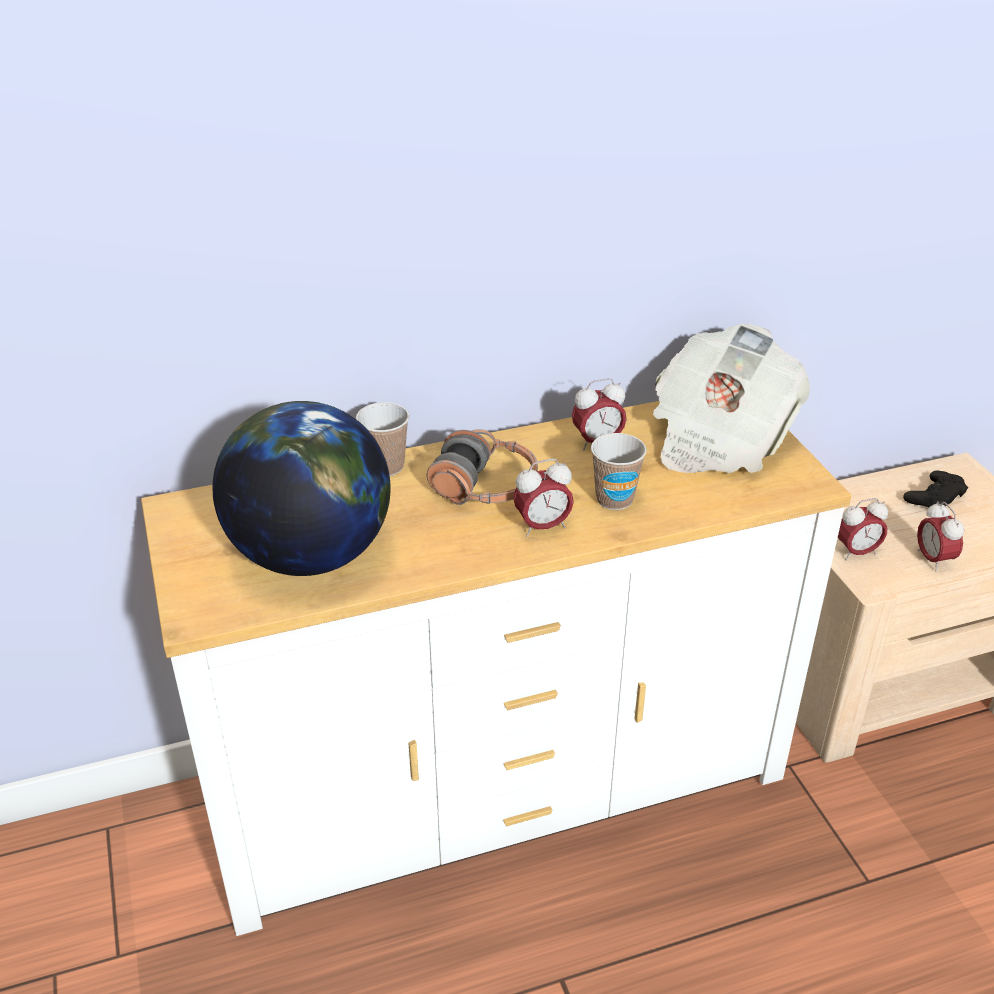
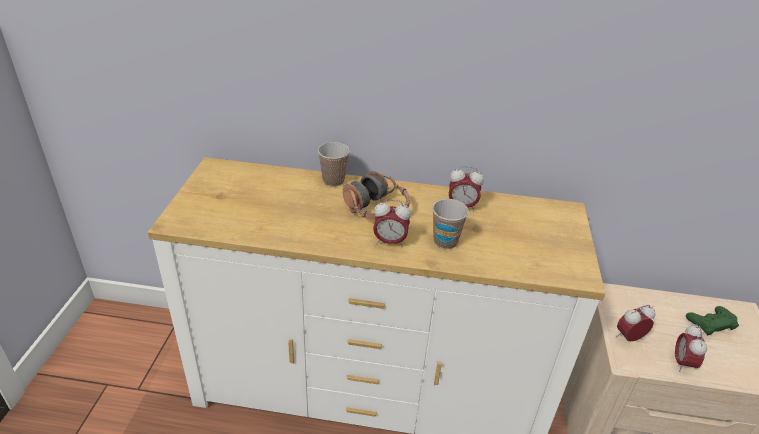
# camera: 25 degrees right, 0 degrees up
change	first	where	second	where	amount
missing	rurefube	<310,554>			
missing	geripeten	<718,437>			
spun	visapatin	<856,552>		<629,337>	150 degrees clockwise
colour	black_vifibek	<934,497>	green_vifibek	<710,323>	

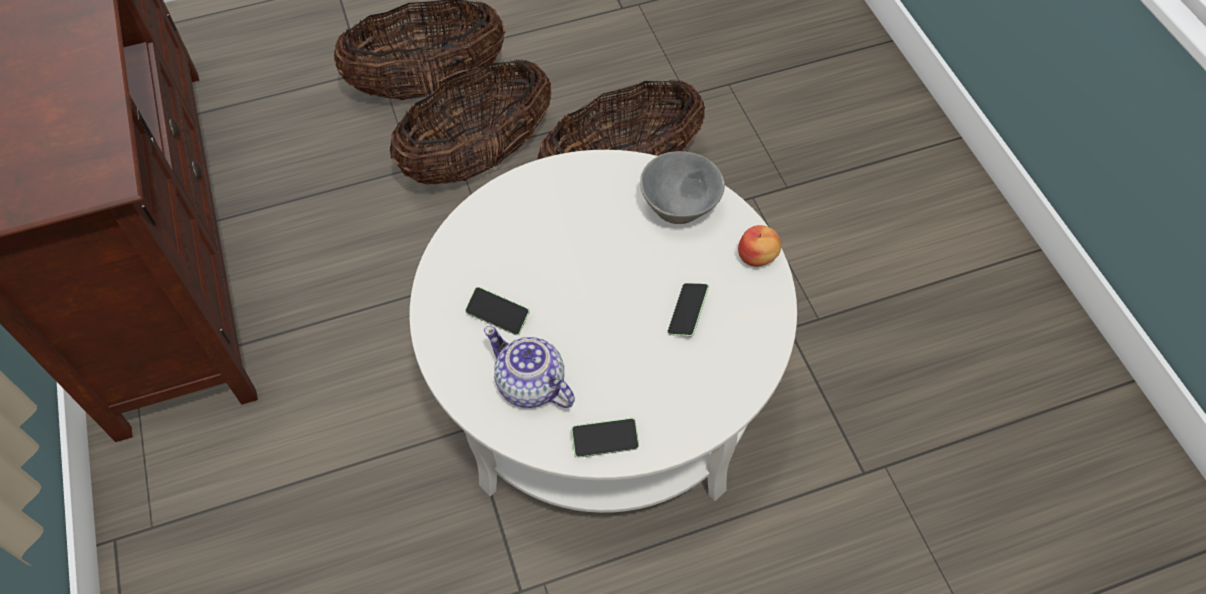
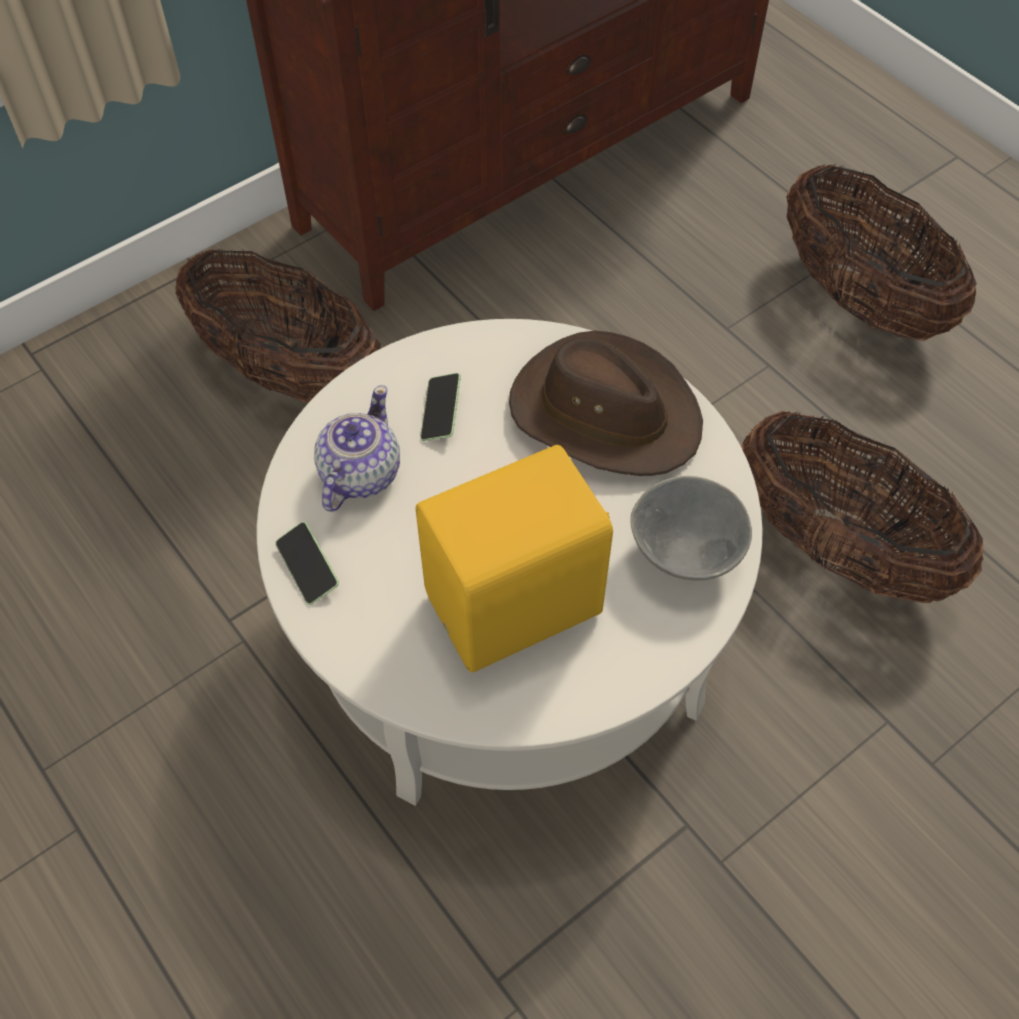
# camera: 70 degrees right, 0 degrees up
change	first	where	second	where	amount
relocated	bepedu	<479,158>		<289,373>	
exchanged	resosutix	<687,314>	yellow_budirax	<518,607>	
missing	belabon	<757,257>			
appeared			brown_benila	<604,412>	

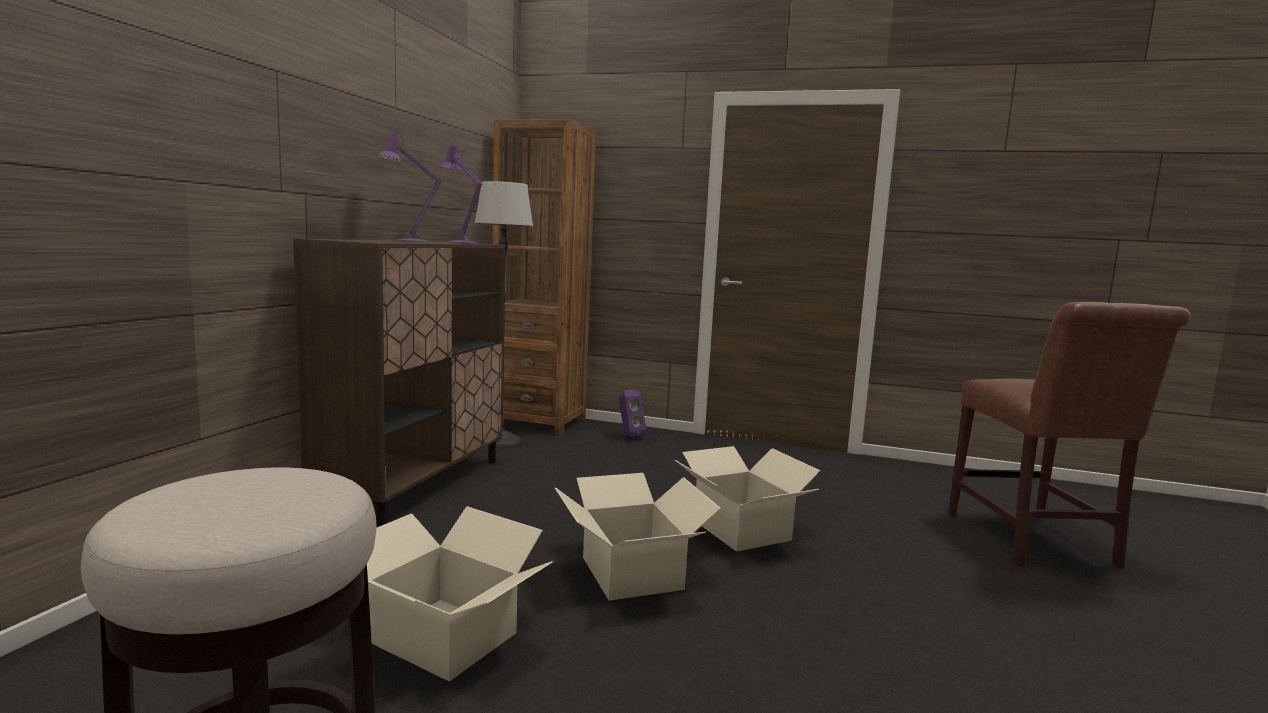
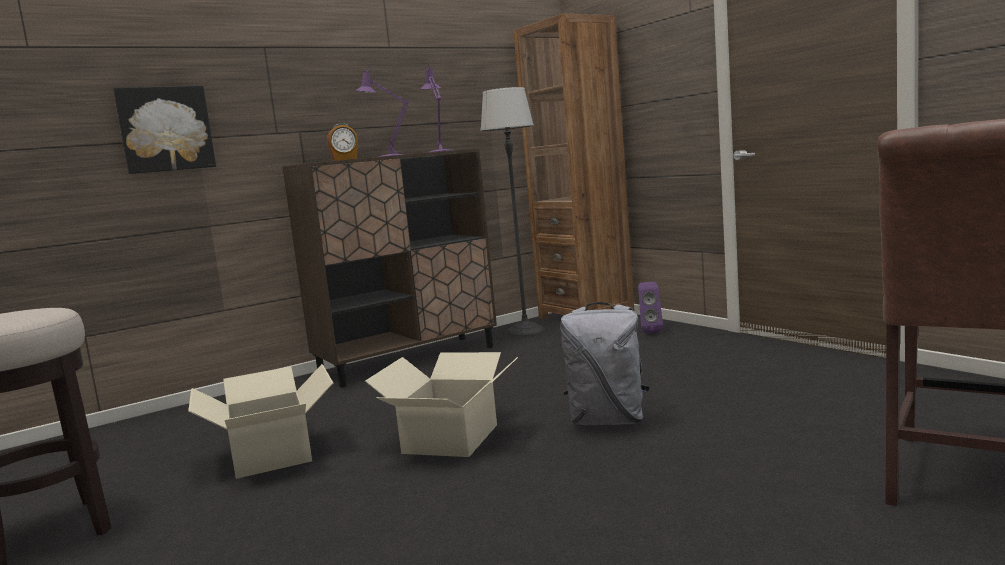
# camera: 40 degrees right, 0 degrees up
change	first	where	second	where	amount
exchanged	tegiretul	<742,530>	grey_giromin	<608,421>	
appeared			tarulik	<165,129>	
appeared			visapatin	<344,159>	

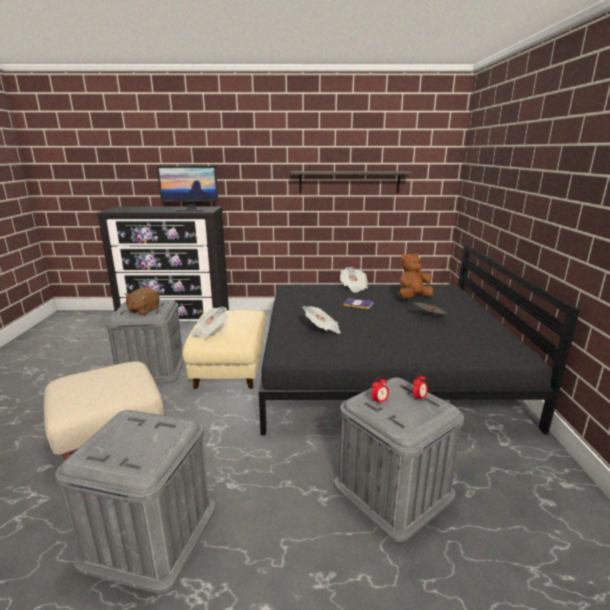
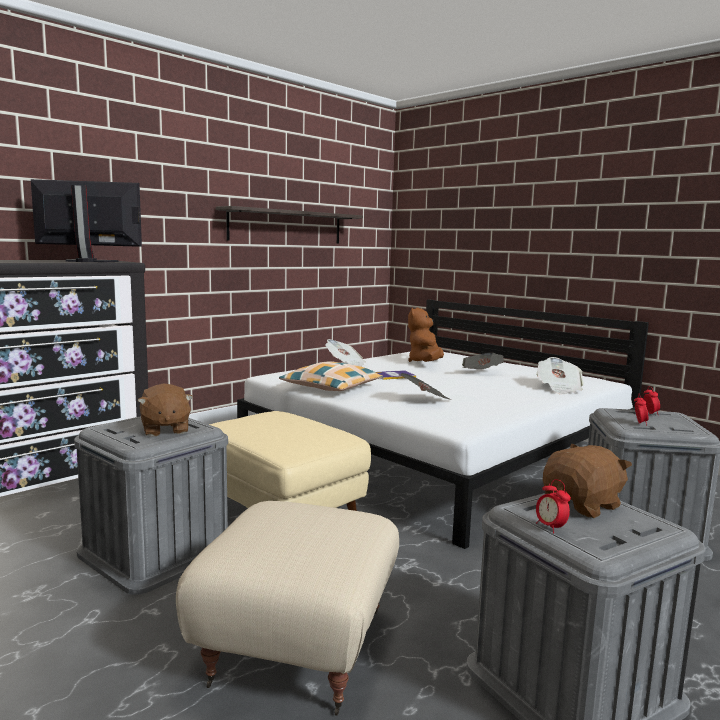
# camera: 45 degrees left, 10 degrees down
change	first	where	second	where	amount
spun	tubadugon	<191,210>		<88,261>	135 degrees counterclockwise
relocated	geripeten	<209,332>		<559,388>	
colour	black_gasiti	<381,367>	white_gasiti	<438,452>	
appeared			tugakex	<331,387>	
appeared			visapatin	<550,527>	
appeared			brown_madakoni	<583,505>	

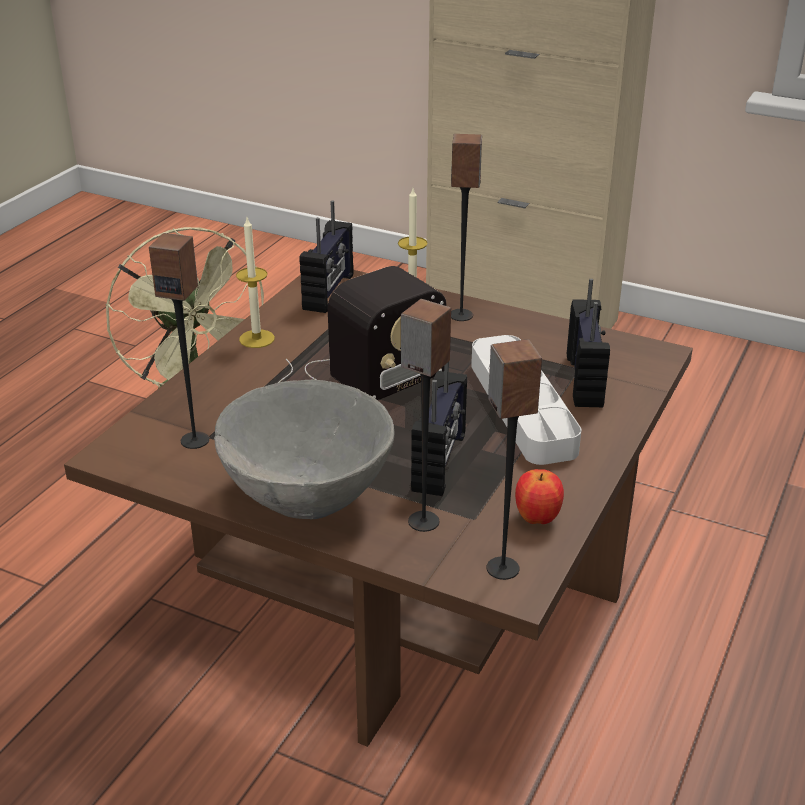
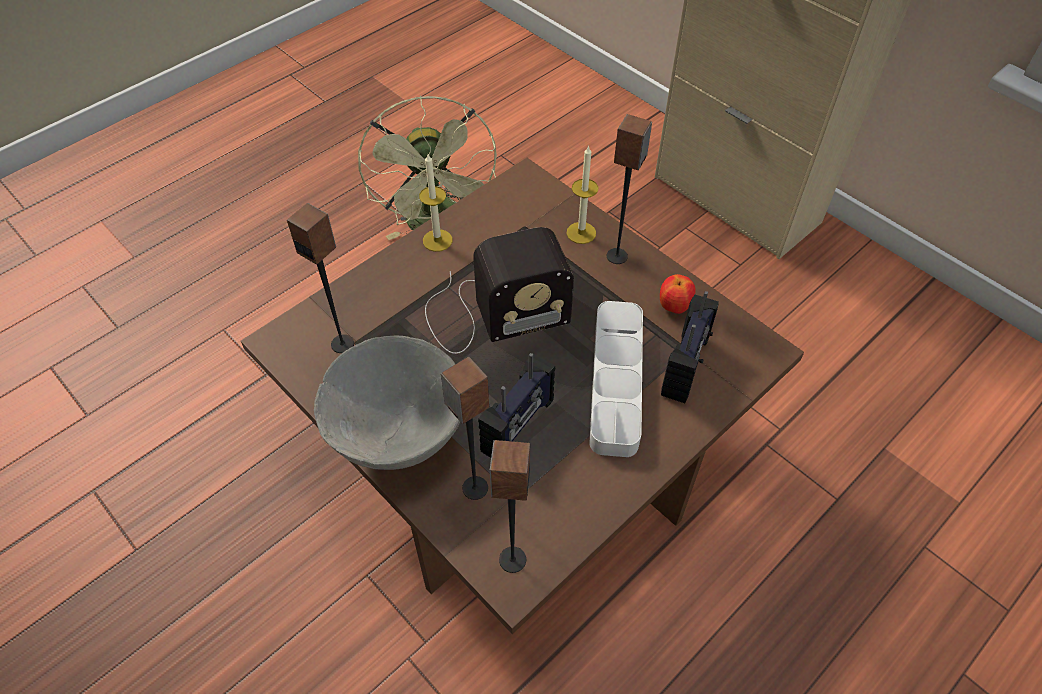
# camera: 20 degrees right, 20 degrees up
change	first	where	second	where	amount
missing	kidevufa	<329,292>			
relocated	belabon	<537,518>		<674,307>	

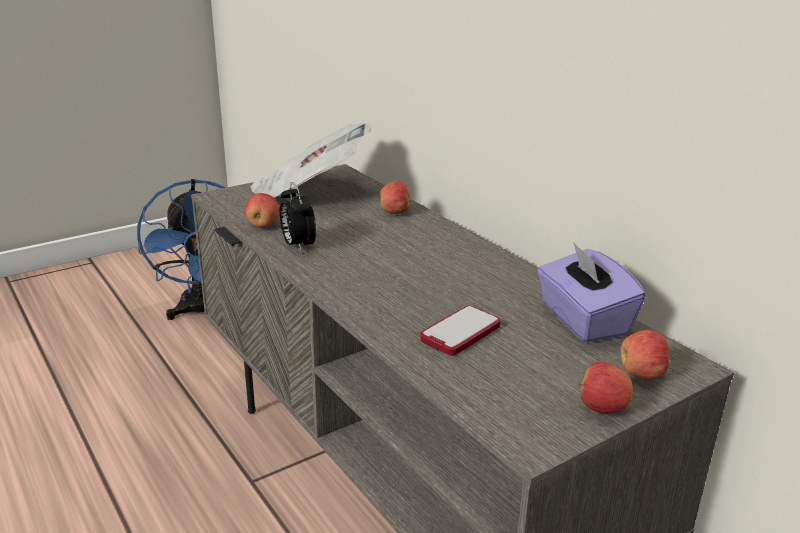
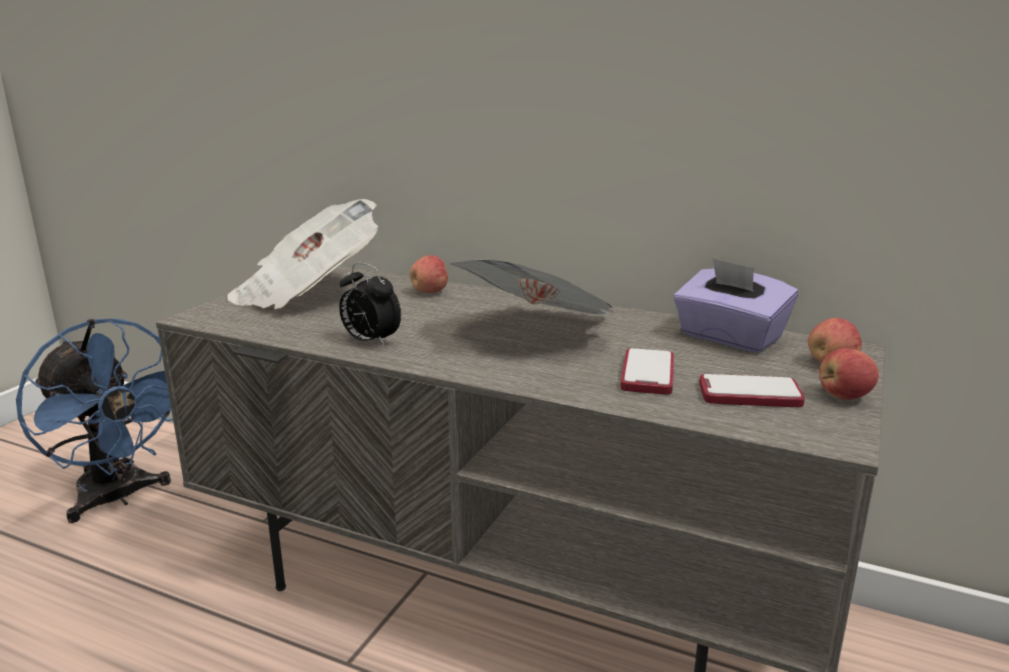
# camera: 30 degrees left, 5 degrees down
change	first	where	second	where	amount
missing	belabon	<263,225>			
appeared			geripeten	<539,333>	
appeared			resosutix	<749,394>	

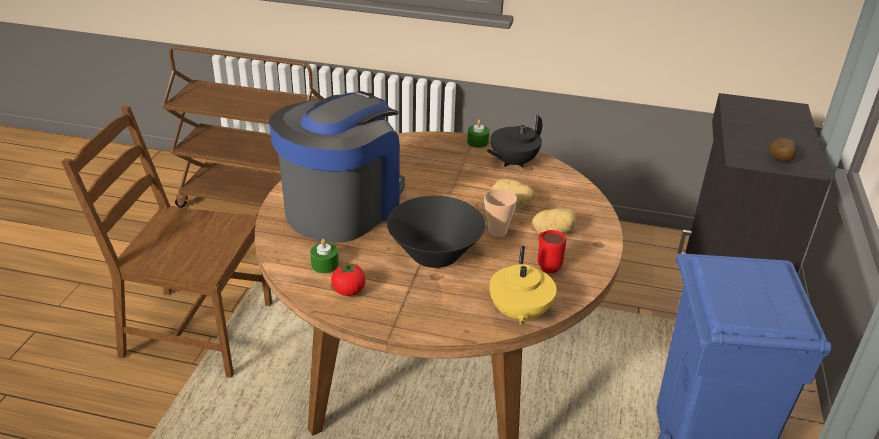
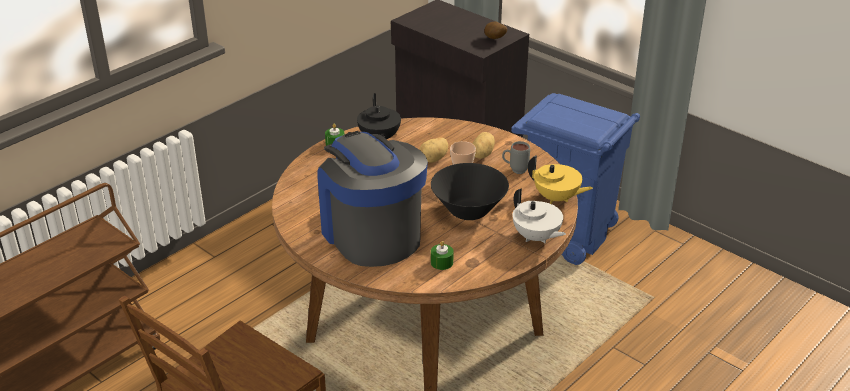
# camera: 60 degrees left, 0 degrees up
change	first	where	second	where	amount
missing	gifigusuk	<348,291>			
colour	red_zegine	<546,265>	grey_zegine	<515,170>	
appeared			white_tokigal	<536,237>	

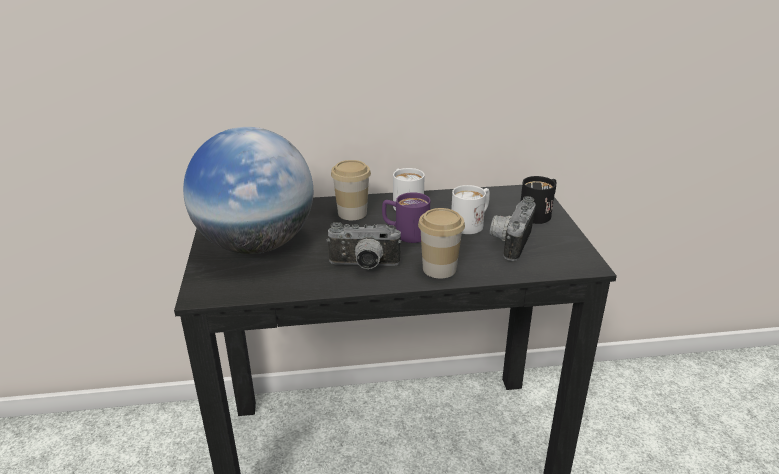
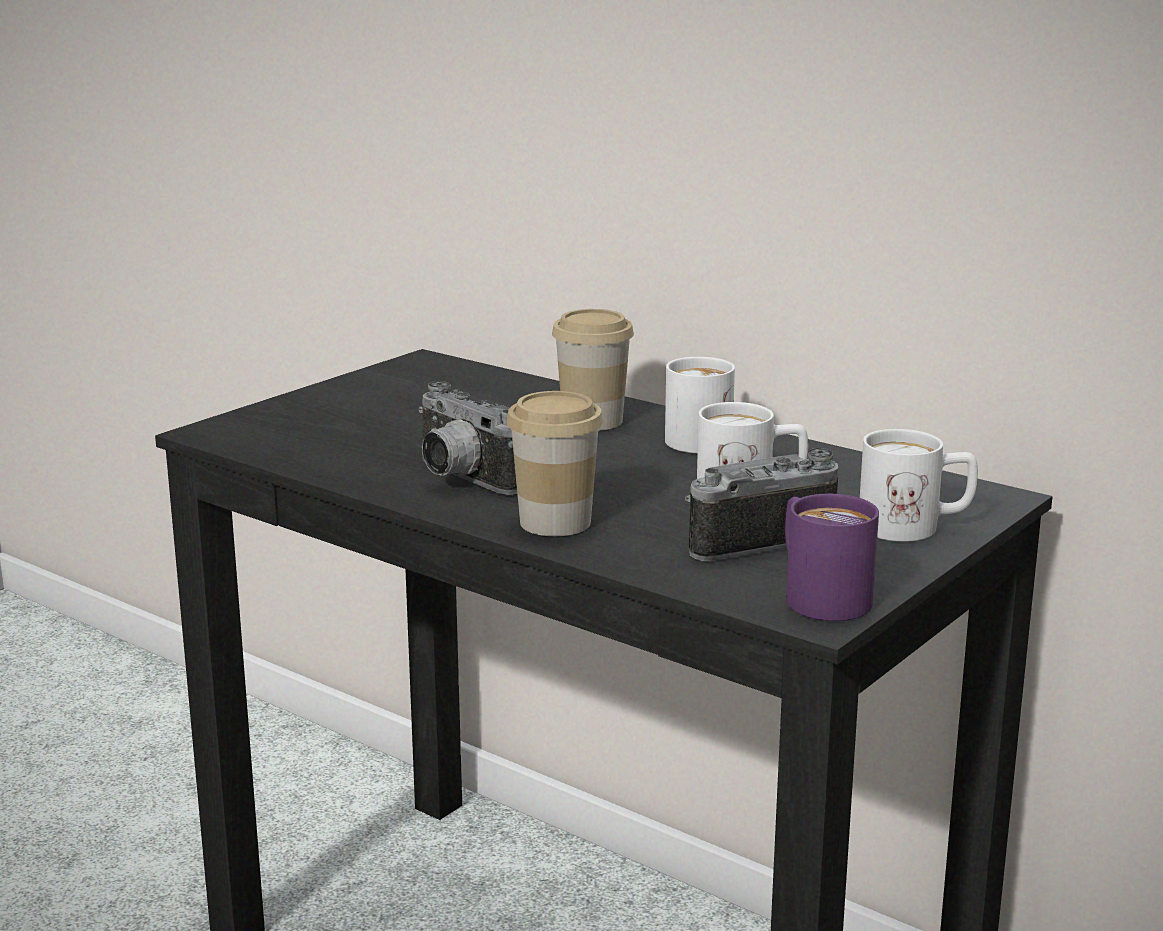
# camera: 45 degrees right, 10 degrees down
change	first	where	second	where	amount
missing	rurefube	<256,244>			
relocated	purple_zegine	<405,233>		<818,595>	
colour	black_zegine	<539,213>	white_zegine	<915,527>	

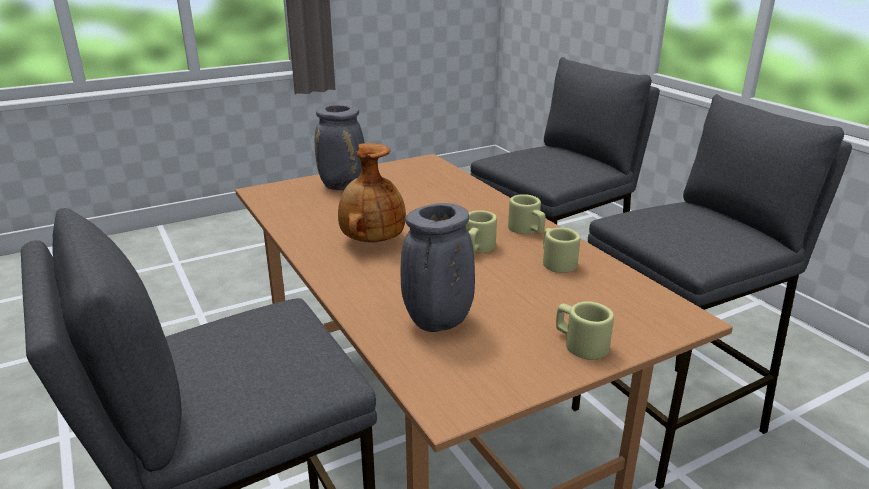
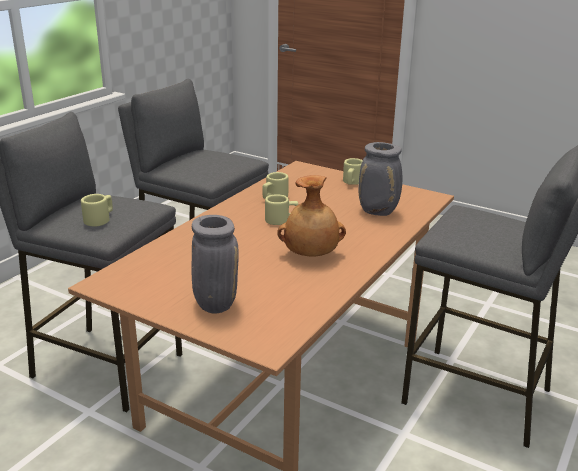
# camera: 120 degrees left, 0 degrees up
change	first	where	second	where	amount
relocated	beige_zegine	<527,230>		<100,219>	

